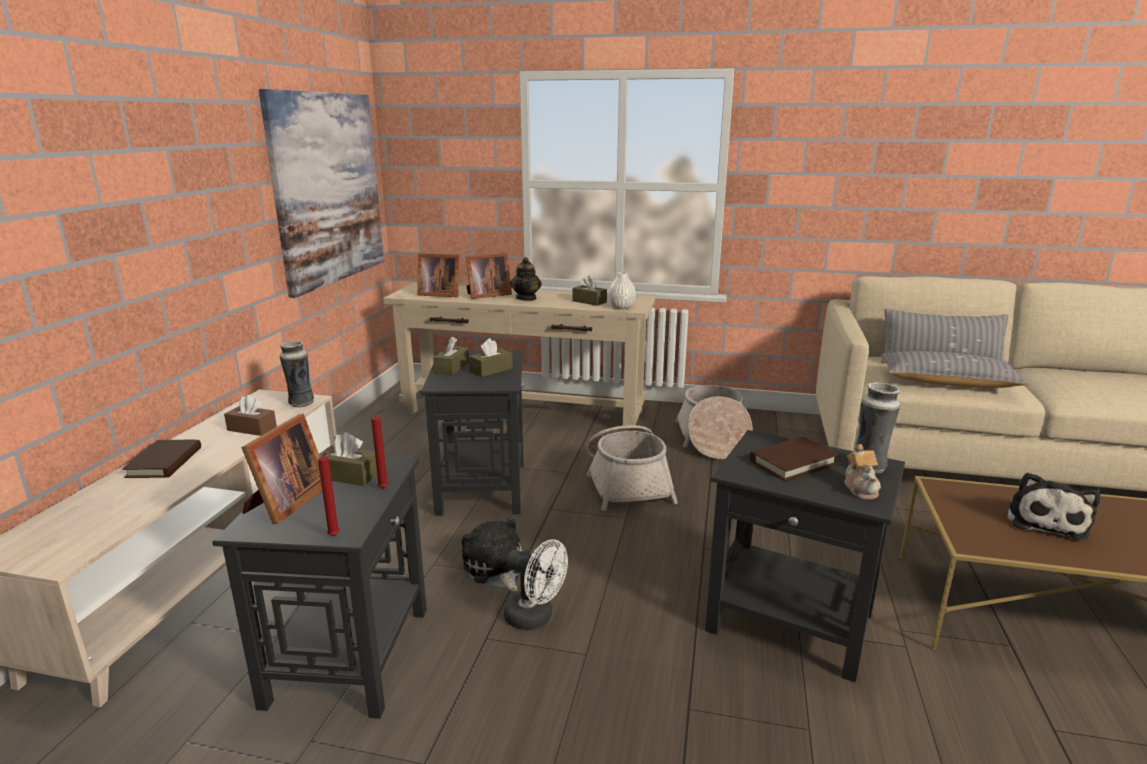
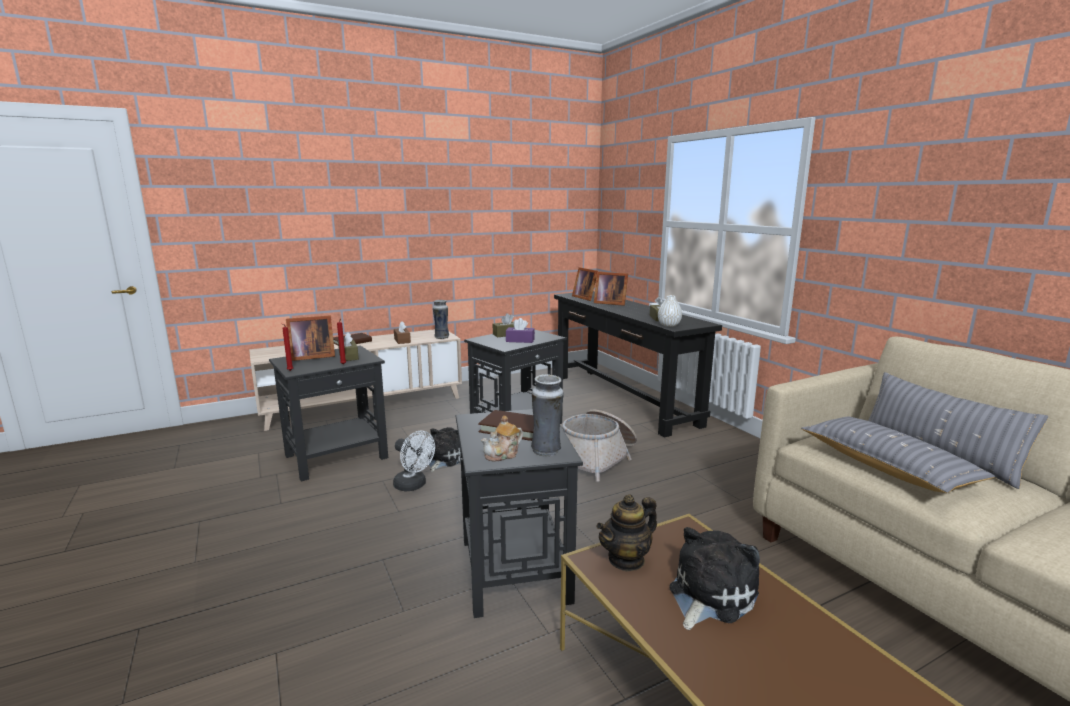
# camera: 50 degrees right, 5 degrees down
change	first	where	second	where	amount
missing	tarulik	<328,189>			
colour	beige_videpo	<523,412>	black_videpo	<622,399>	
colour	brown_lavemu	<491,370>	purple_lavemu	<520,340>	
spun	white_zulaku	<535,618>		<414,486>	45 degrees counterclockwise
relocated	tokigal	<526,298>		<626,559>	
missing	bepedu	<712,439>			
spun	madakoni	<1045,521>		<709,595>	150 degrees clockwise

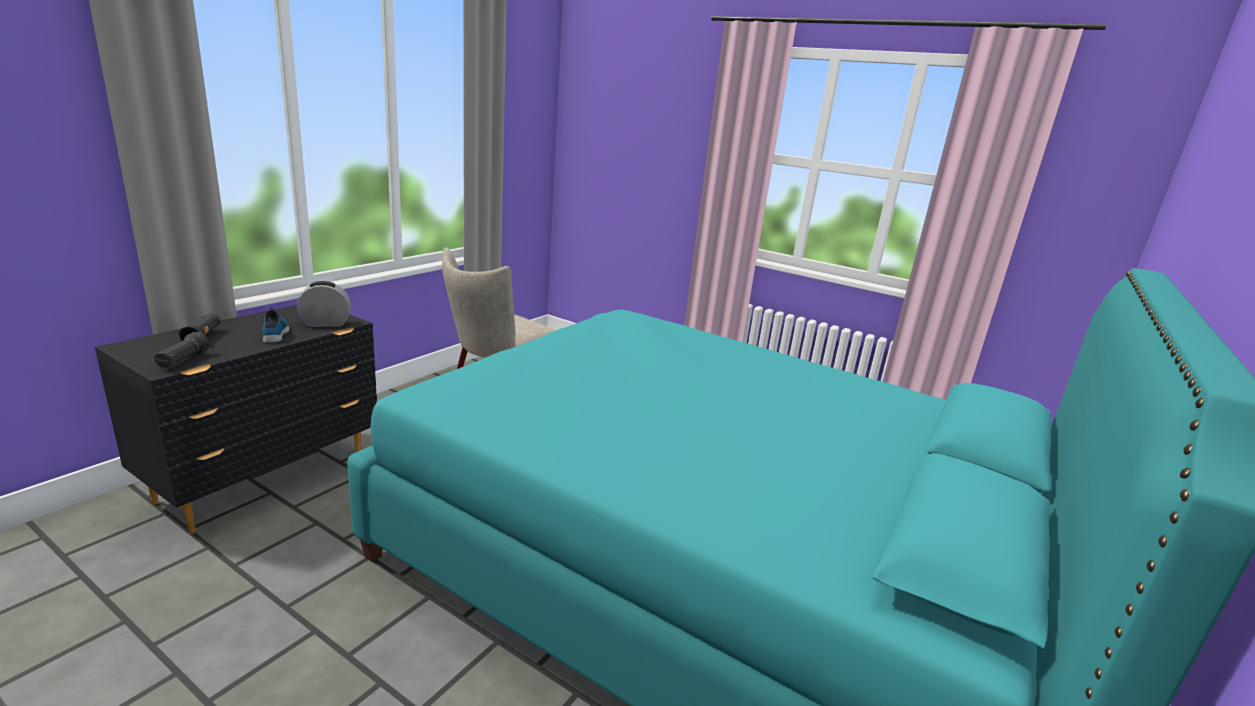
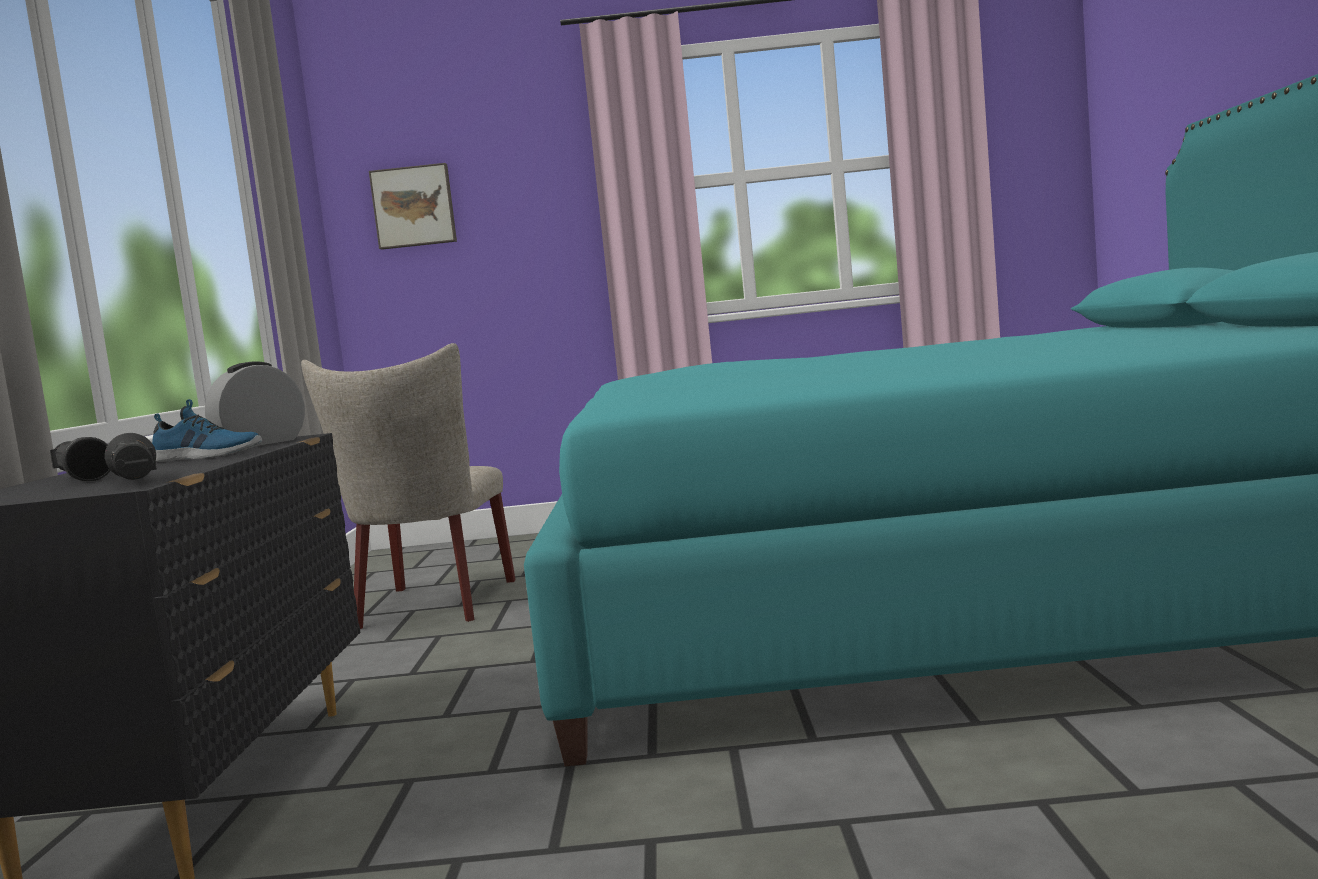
# camera: 30 degrees left, 15 degrees down
change	first	where	second	where	amount
spun	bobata	<276,332>		<206,456>	150 degrees clockwise
appeared			tarulik	<414,207>	

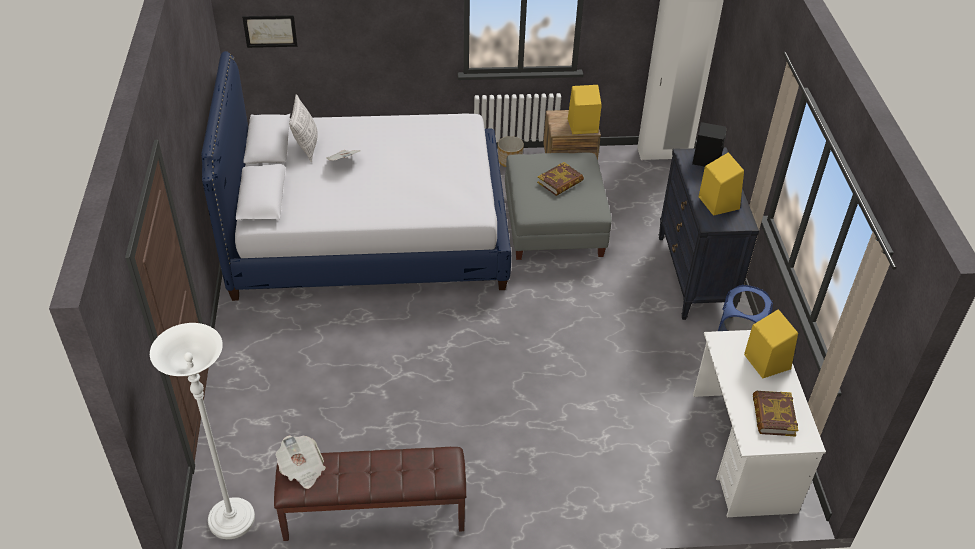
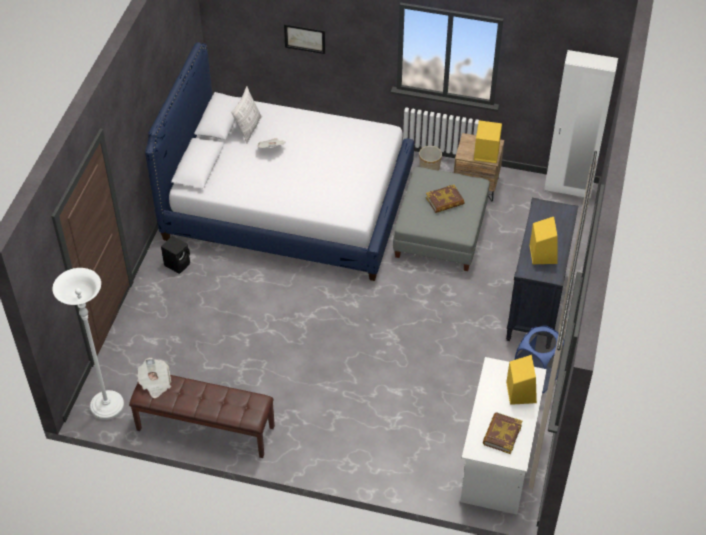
# camera: 20 degrees right, 5 degrees up
change	first	where	second	where	amount
relocated	tarulik	<270,31>		<304,38>	
relocated	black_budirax	<706,159>		<178,264>	

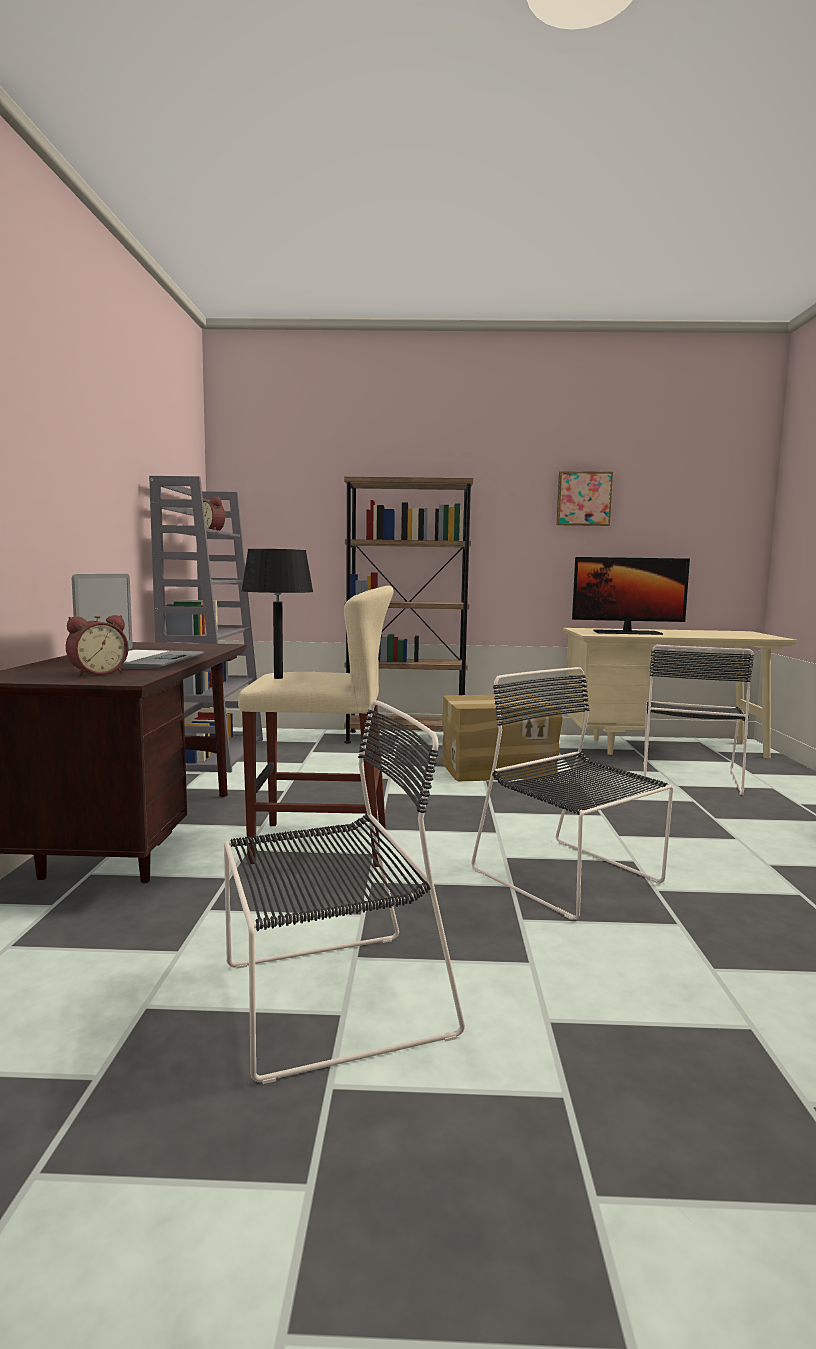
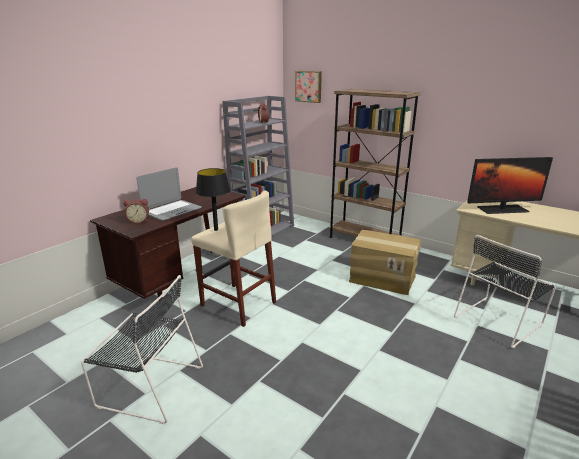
# camera: 35 degrees right, 15 degrees up
change	first	where	second	where	amount
missing	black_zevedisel	<571,878>			
relocated	tarulik	<583,499>		<309,86>	
spun	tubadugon	<627,632>		<502,209>	45 degrees counterclockwise

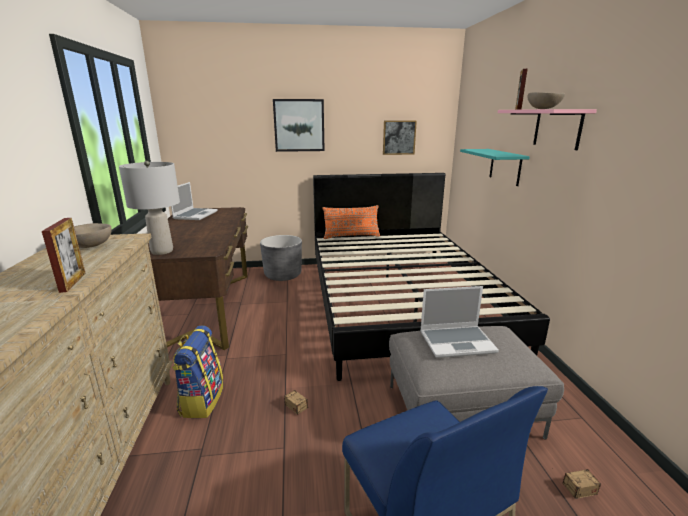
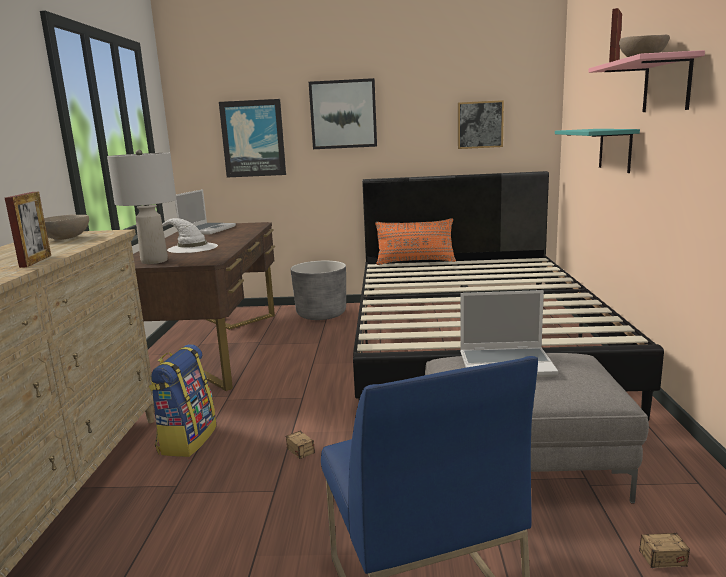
# camera: 10 degrees right, 5 degrees down
change	first	where	second	where	amount
appeared			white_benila	<191,248>	
appeared			tarulik	<253,138>	

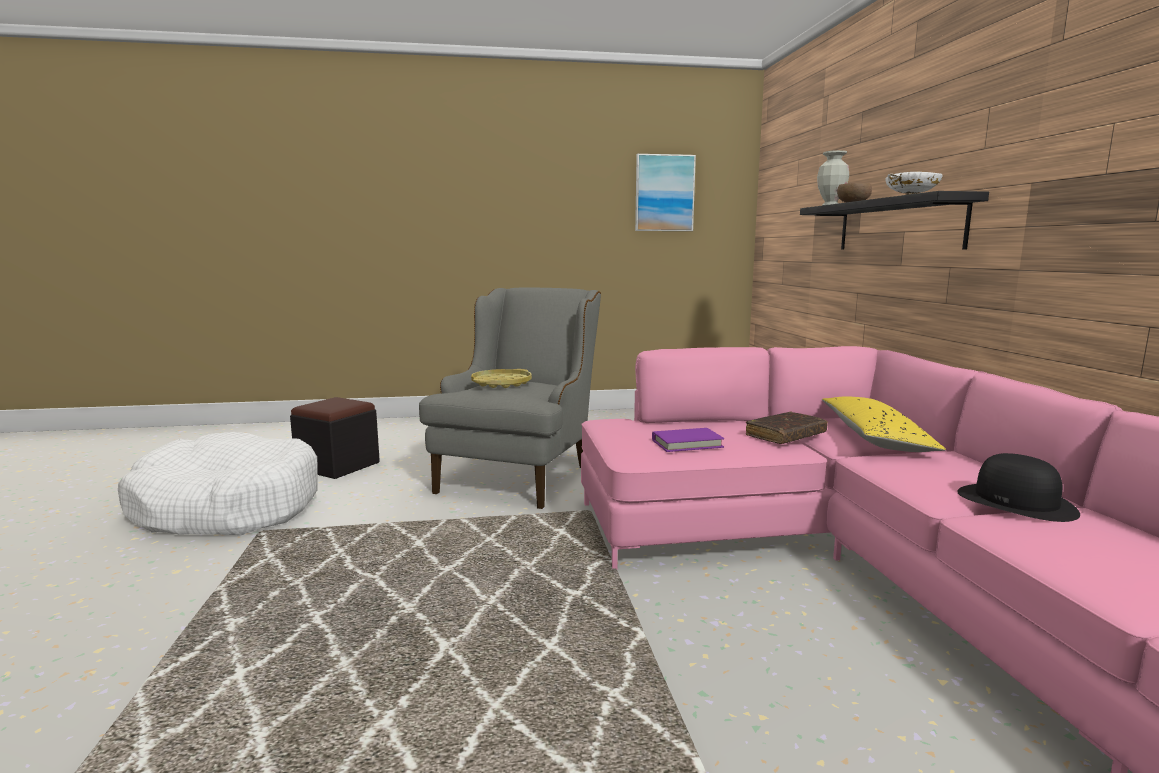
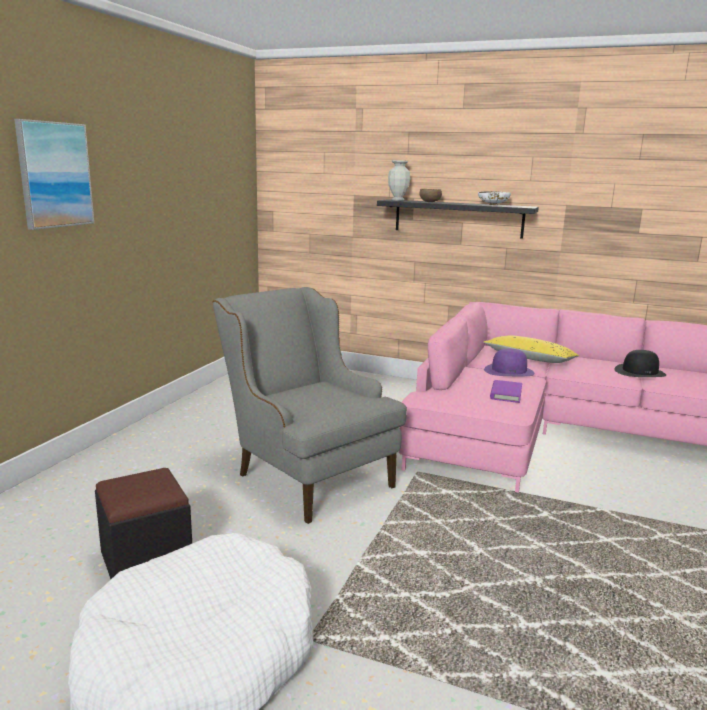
# camera: 60 degrees left, 5 degrees up
change	first	where	second	where	amount
missing	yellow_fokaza	<502,383>			
relocated	tarulik	<664,193>		<54,175>	
exchanged	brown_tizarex	<785,436>	purple_benila	<509,371>	

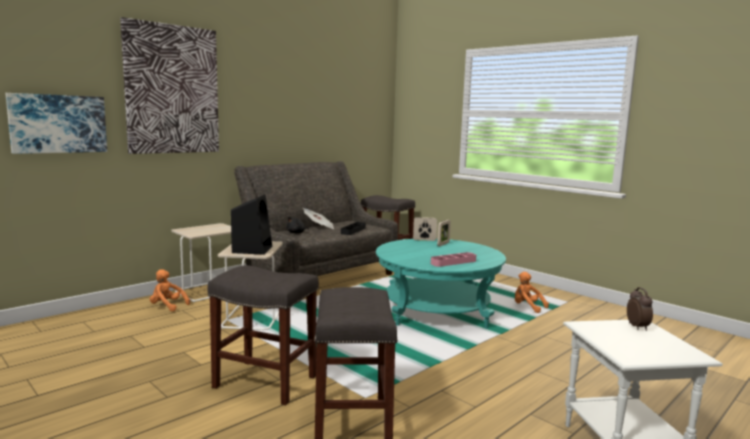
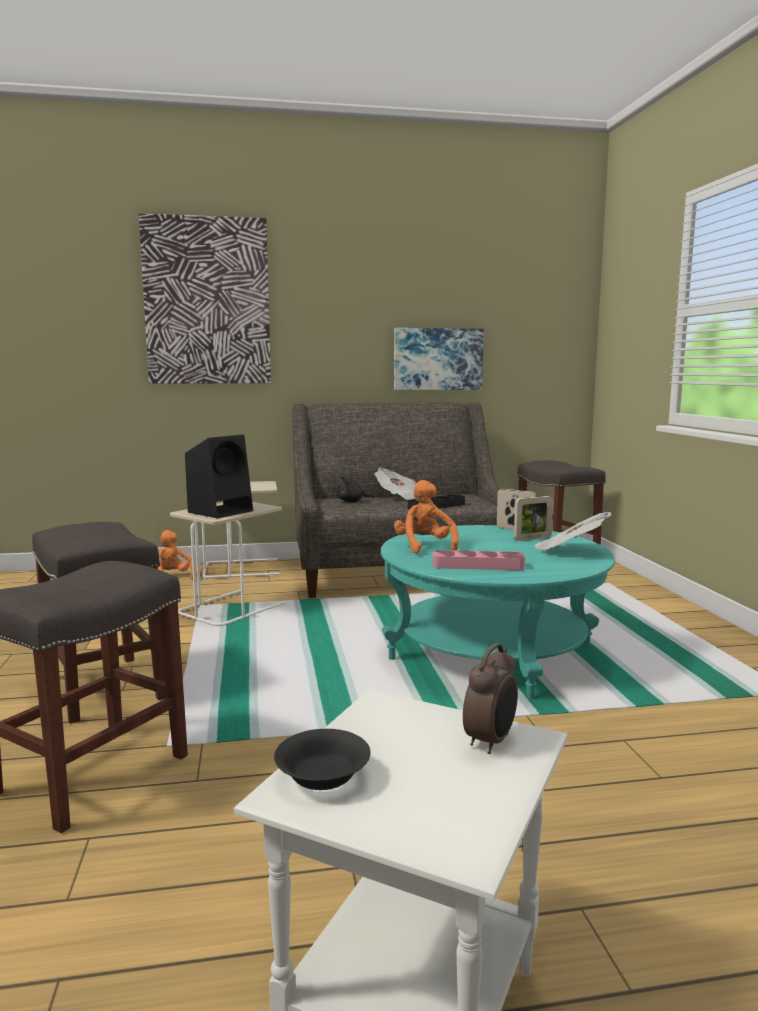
# camera: 35 degrees right, 0 degrees up
change	first	where	second	where	amount
relocated	tarulik	<58,124>		<437,359>	
relocated	orange_madakoni	<527,307>		<424,547>	
appeared			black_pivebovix	<324,777>	
appeared			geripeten	<569,551>	

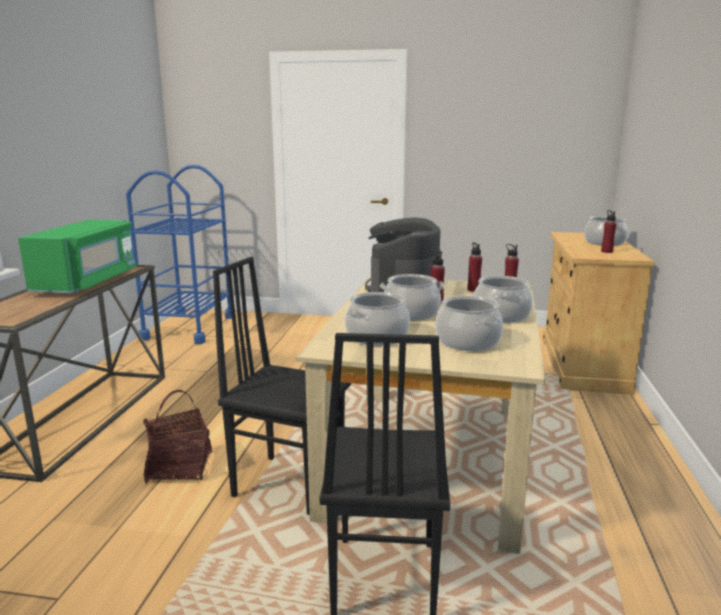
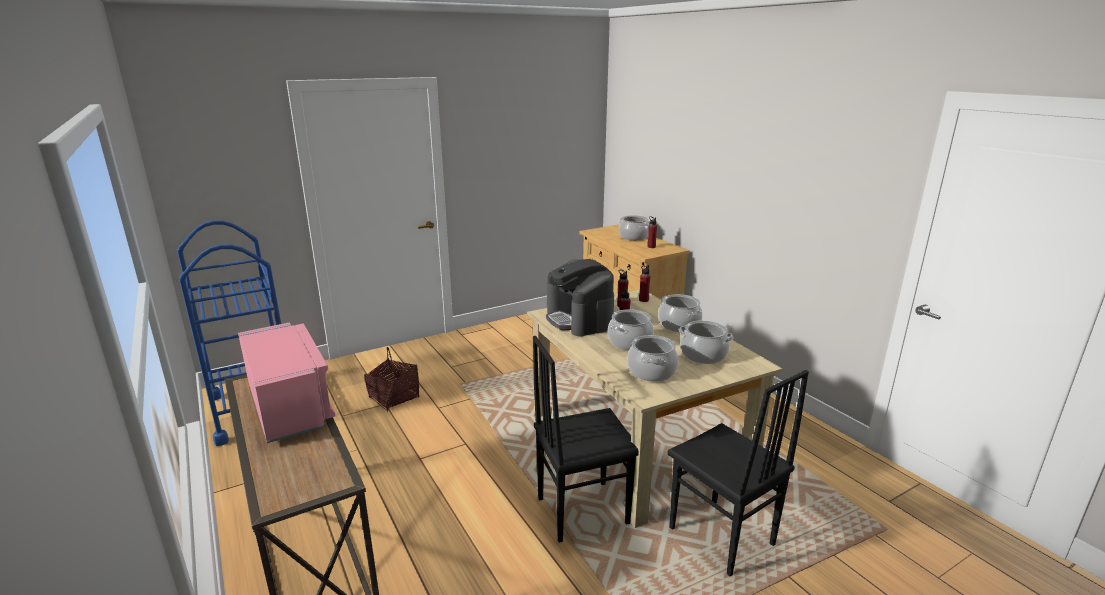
# camera: 40 degrees left, 5 degrees up
change	first	where	second	where	amount
colour	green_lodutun	<87,282>	pink_lodutun	<289,406>	
relocated	bepedu	<180,467>		<394,398>	

